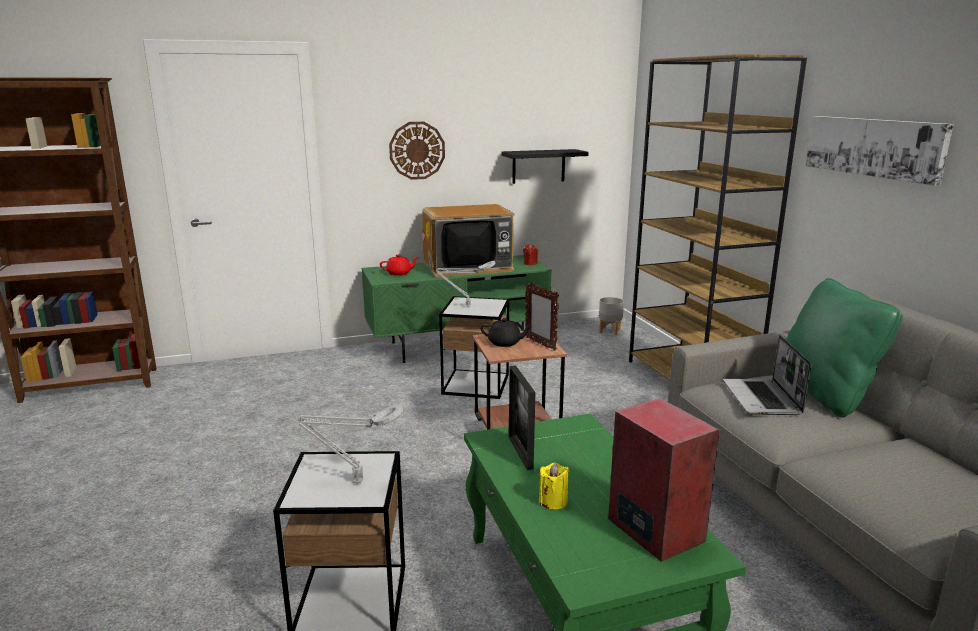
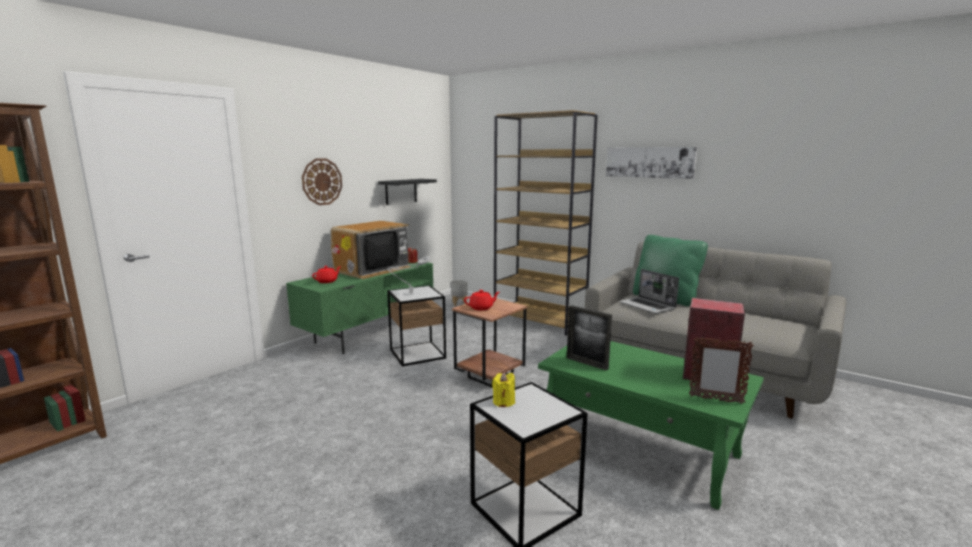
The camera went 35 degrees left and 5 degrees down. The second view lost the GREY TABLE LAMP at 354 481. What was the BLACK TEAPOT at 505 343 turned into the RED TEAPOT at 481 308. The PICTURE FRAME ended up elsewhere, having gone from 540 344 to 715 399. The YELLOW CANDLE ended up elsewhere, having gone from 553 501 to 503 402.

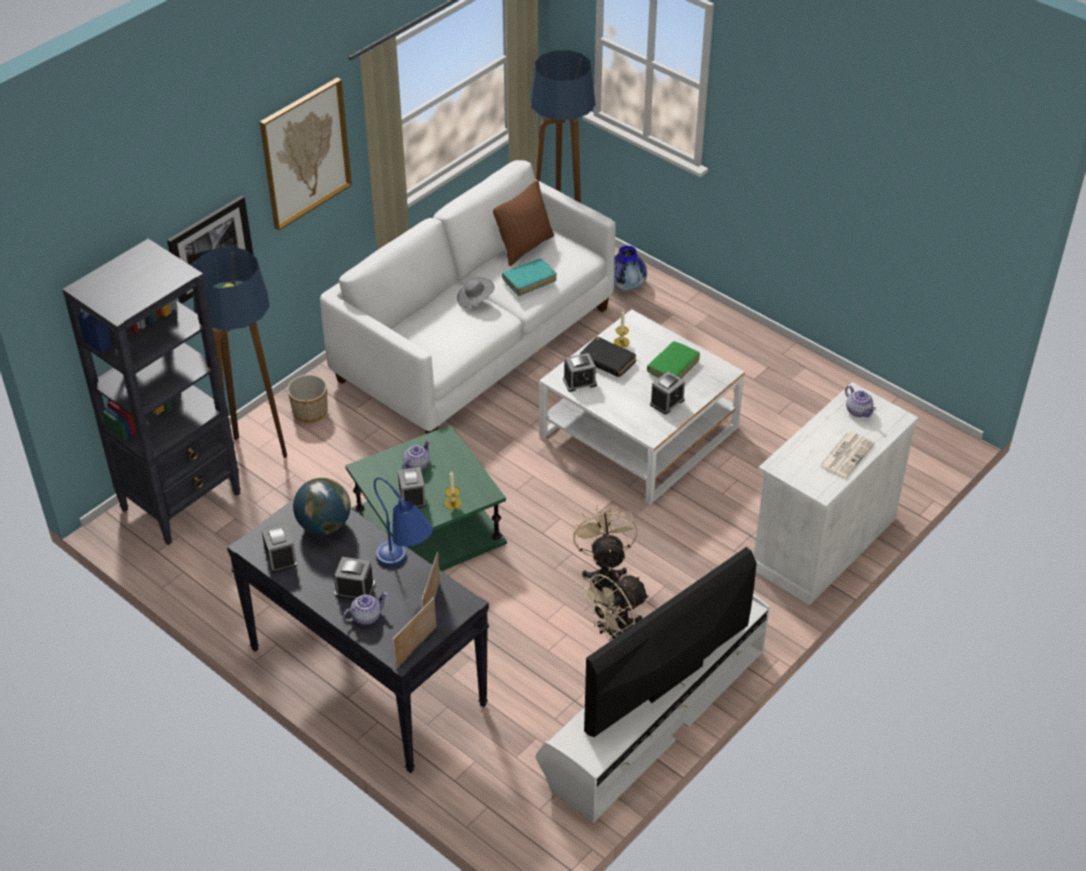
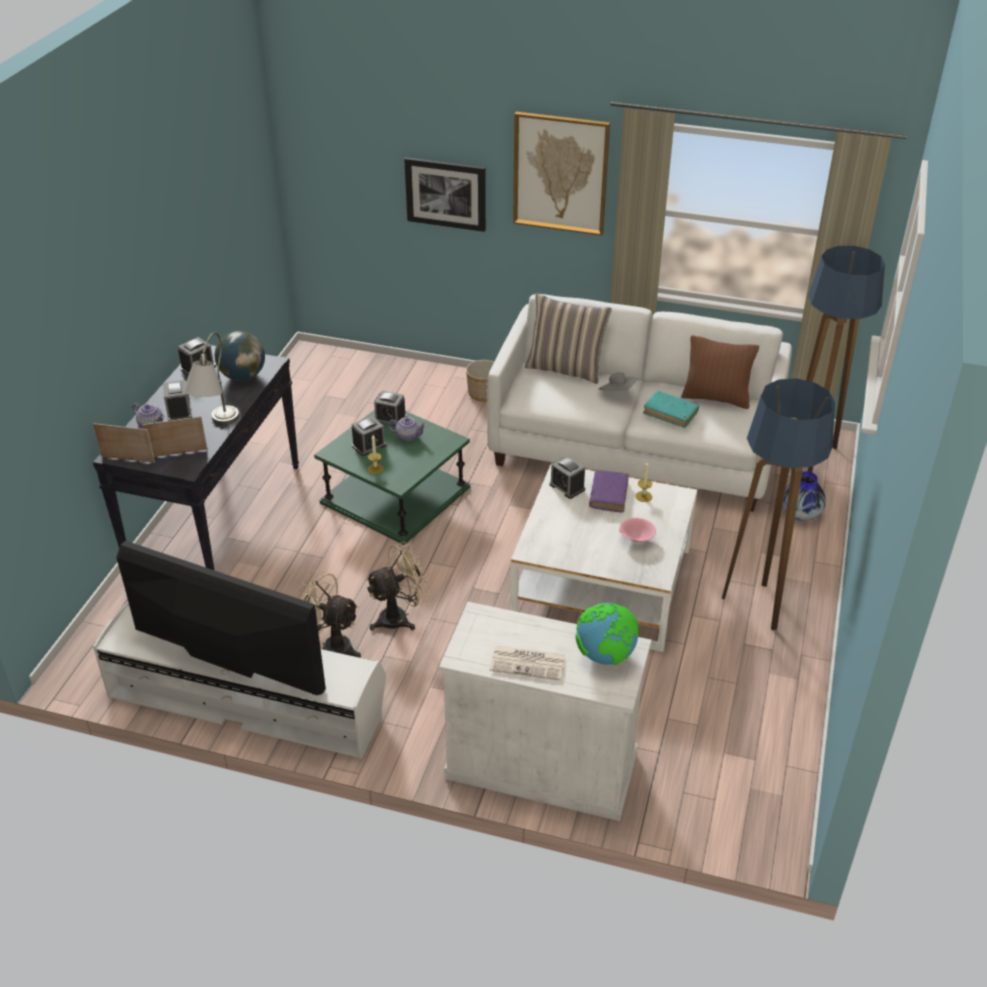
The camera went 65 degrees right and 5 degrees down. The second view lost the BLACK BOOKCASE at 182 501. The FLOOR LAMP ended up elsewhere, having gone from 256 455 to 757 608. What was the BLUE TABLE LAMP at 405 566 turned into the GREY TABLE LAMP at 216 427. What was the BLACK BOOK at 607 361 turned into the PURPLE BOOK at 608 495. Where the GREEN BOOK stood at 673 367, the PINK BOWL came to stand at 635 539. The ALARM CLOCK ended up elsewhere, having gone from 667 402 to 390 419. Where the TEAPOT stood at 859 411, the GLOBE came to stand at 606 656. The second view gained the PILLOW at 566 369.

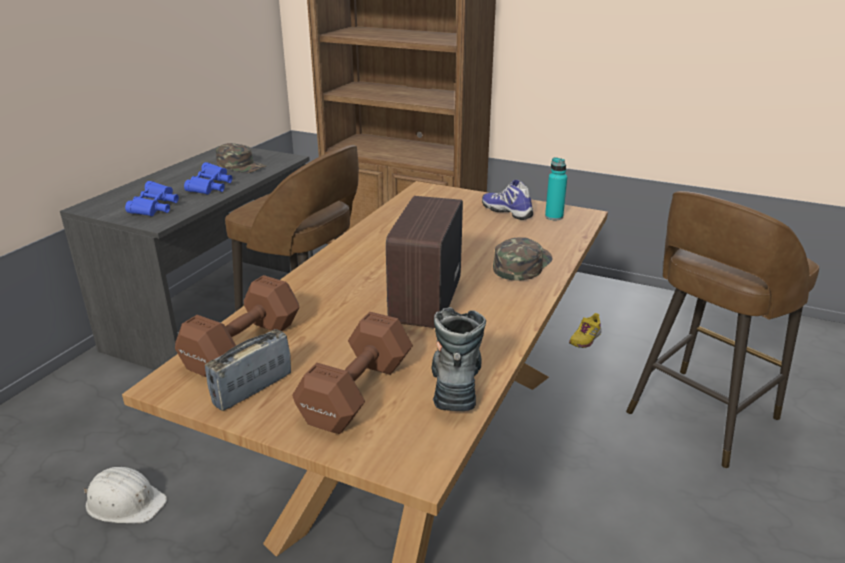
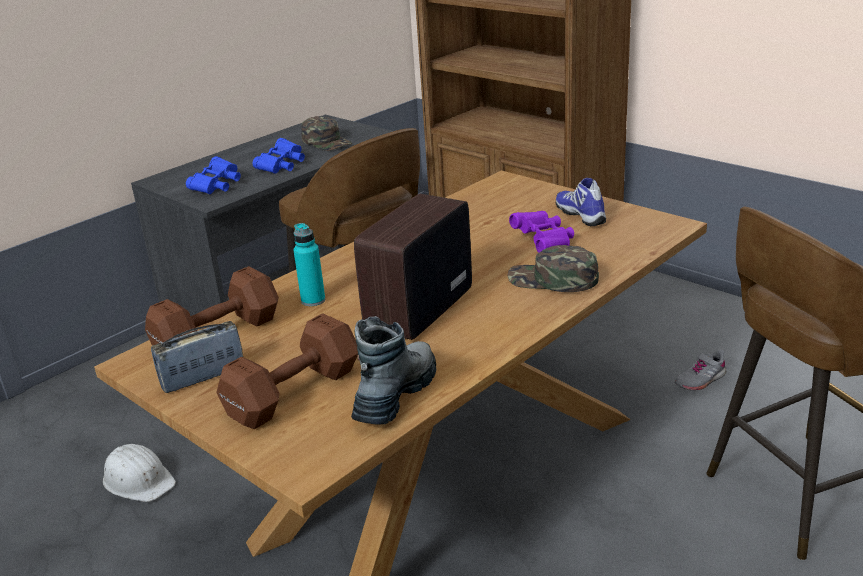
The camera went 20 degrees right and 0 degrees up. The GREEN CAP at 521 265 ended up facing another way, 120 degrees counterclockwise from before. The TURQUOISE BOTTLE ended up elsewhere, having gone from 554 217 to 313 300. What was the YELLOW SHOE at 584 338 turned into the GREY SHOE at 700 380. The second view gained the PURPLE BINOCULARS at 544 242.

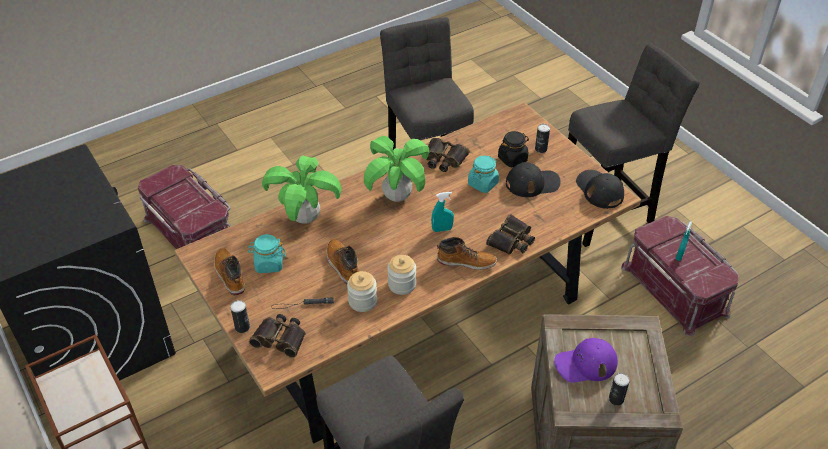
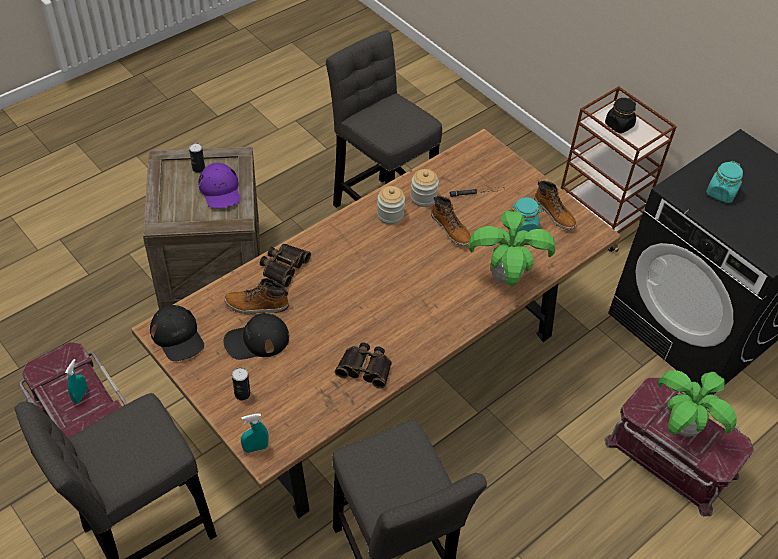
The camera went 170 degrees right and 5 degrees up. The second view lost the CAN at 242 327. The second view lost the BINOCULARS at 281 338. The POTTED PLANT ended up elsewhere, having gone from 397 196 to 683 427. The TURQUOISE SPRAY BOTTLE ended up elsewhere, having gone from 442 229 to 255 448. The BOOT ended up elsewhere, having gone from 466 261 to 257 305. The TURQUOISE JAR ended up elsewhere, having gone from 483 183 to 721 193. The BLACK JAR ended up elsewhere, having gone from 512 159 to 619 125. The PURPLE CAP at 585 364 ended up facing another way, 90 degrees clockwise from before.

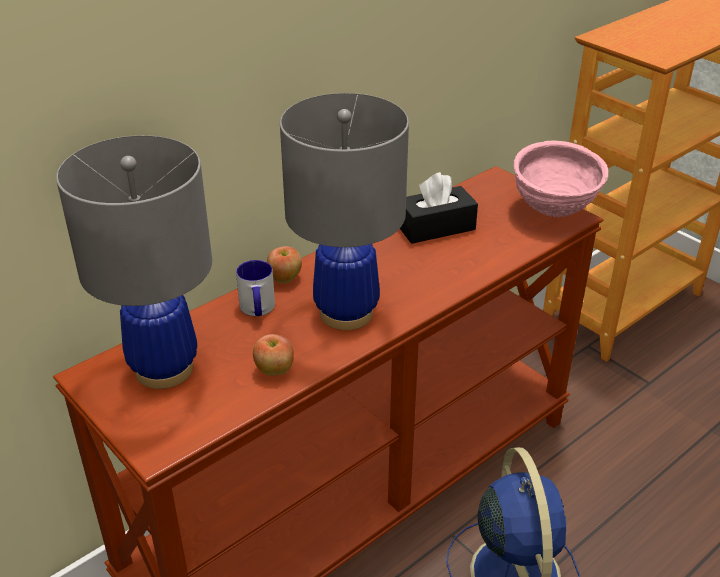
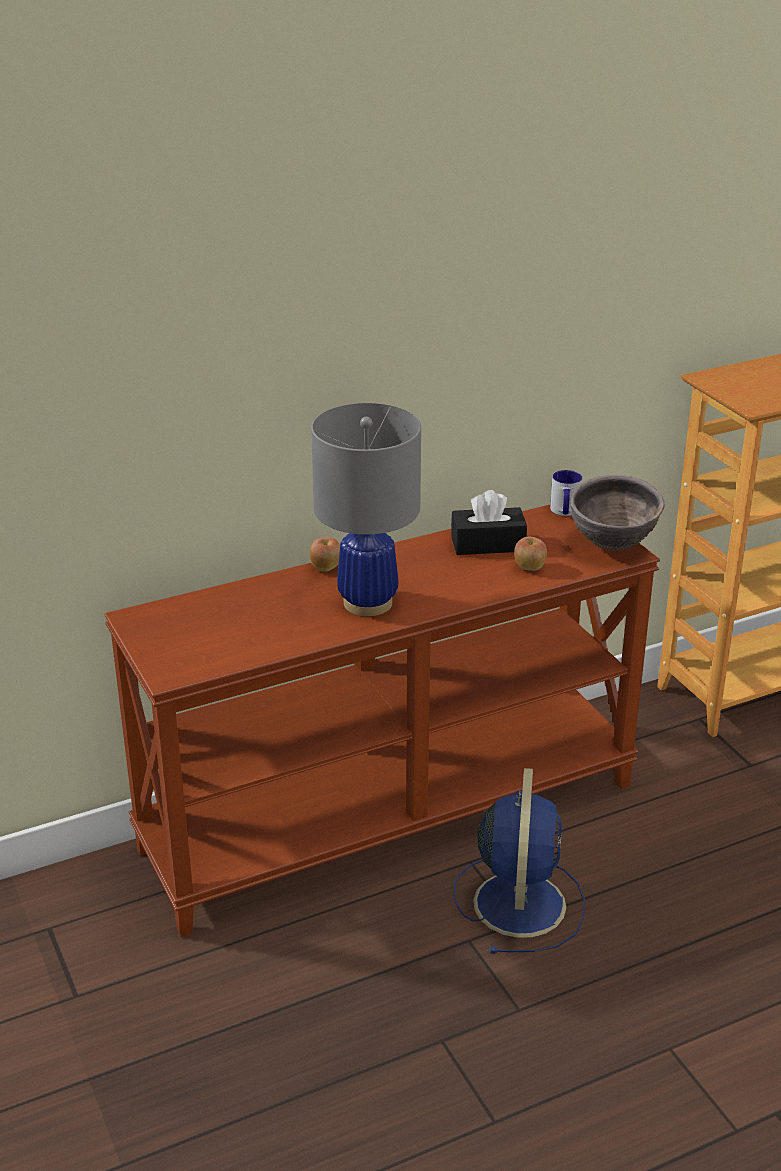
The camera went 15 degrees right and 5 degrees down. The second view lost the GREY TABLE LAMP at 164 369. The MUG ended up elsewhere, having gone from 257 310 to 565 512. The APPLE ended up elsewhere, having gone from 274 370 to 529 568. What was the PINK BOWL at 553 212 turned into the BROWN BOWL at 612 546.

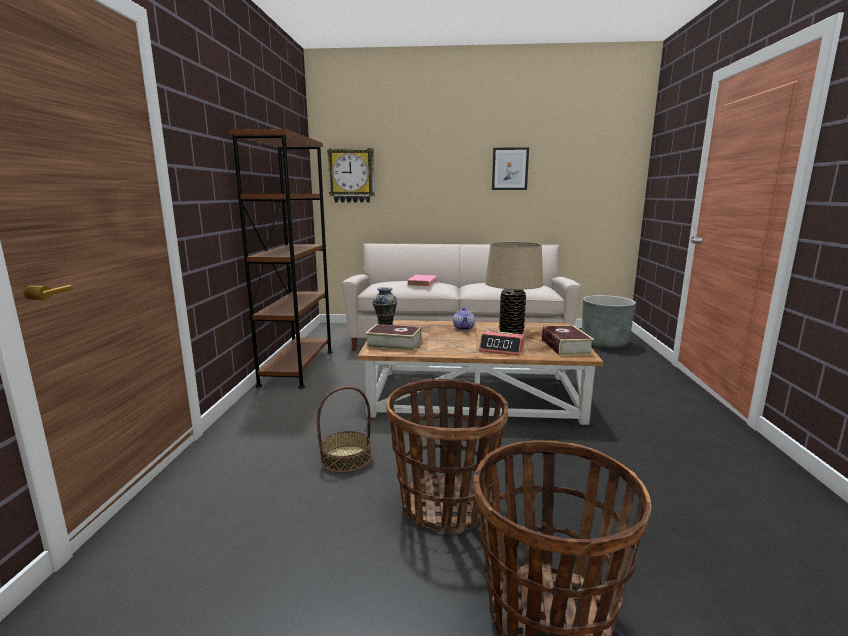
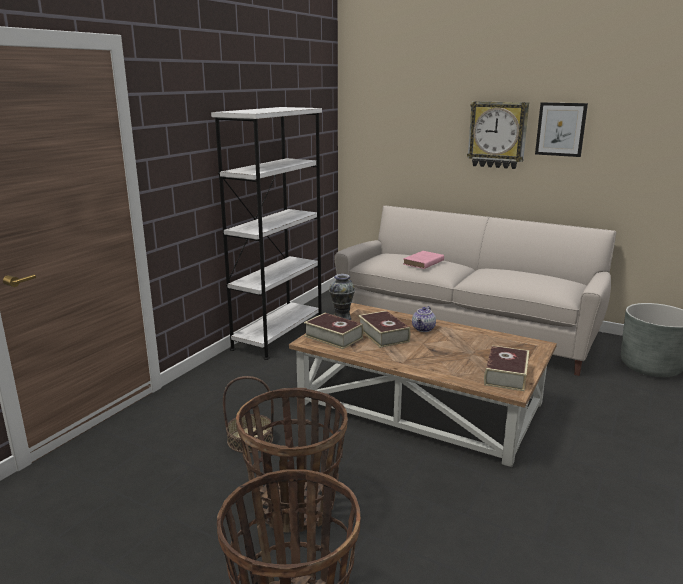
The camera went 25 degrees right and 5 degrees up. What was the BROWN BOOKCASE at 297 367 turned into the WHITE BOOKCASE at 278 335. The WALL CLOCK ended up elsewhere, having gone from 352 176 to 497 135. The second view lost the ALARM CLOCK at 502 349. The second view lost the BEIGE TABLE LAMP at 511 332. The second view gained the BOOK at 383 335.

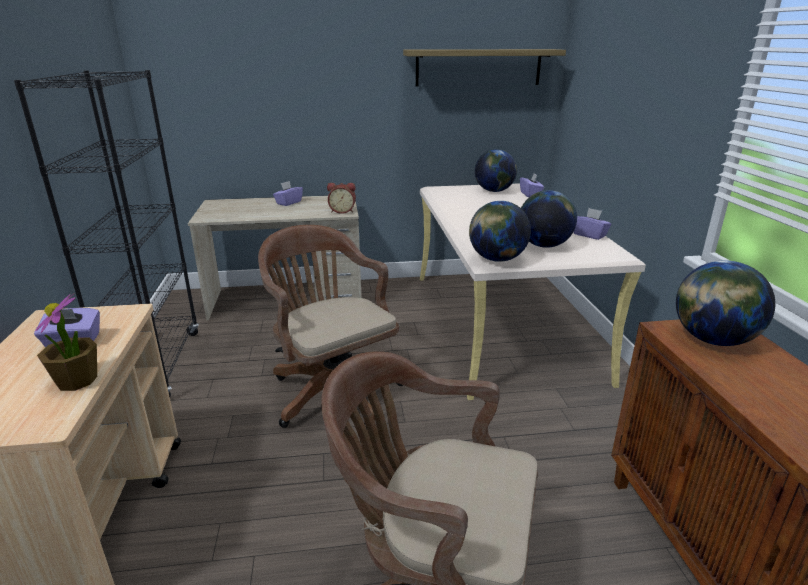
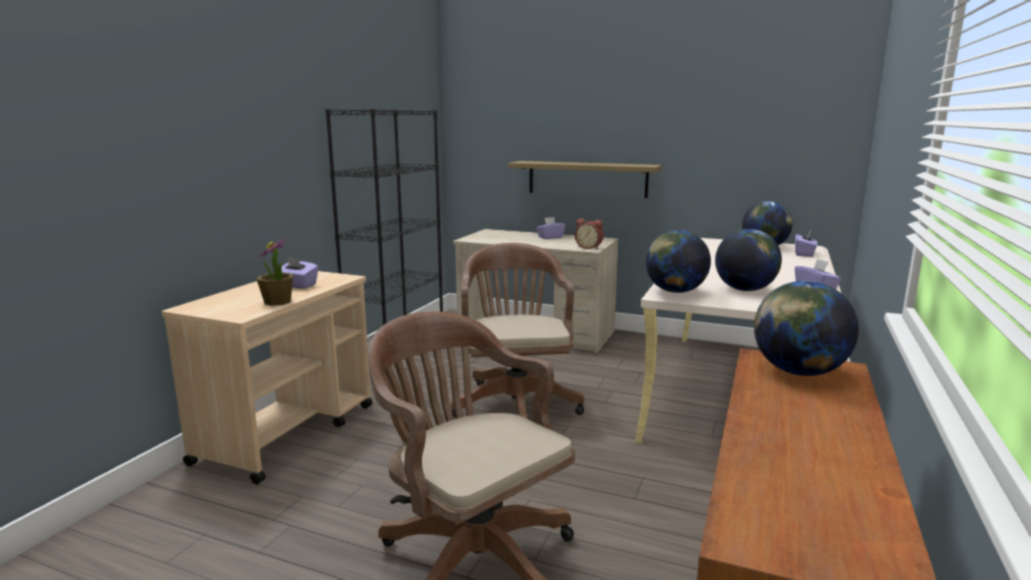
The camera went 30 degrees right and 10 degrees down. The SHELF ended up elsewhere, having gone from 478 67 to 587 179.

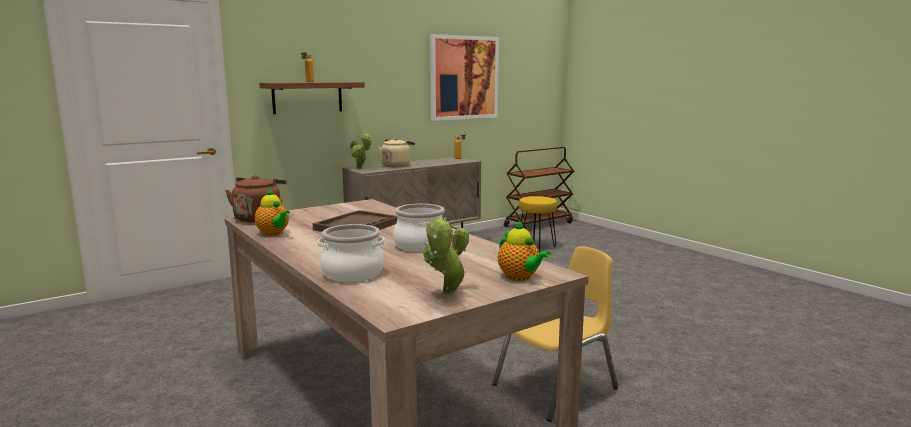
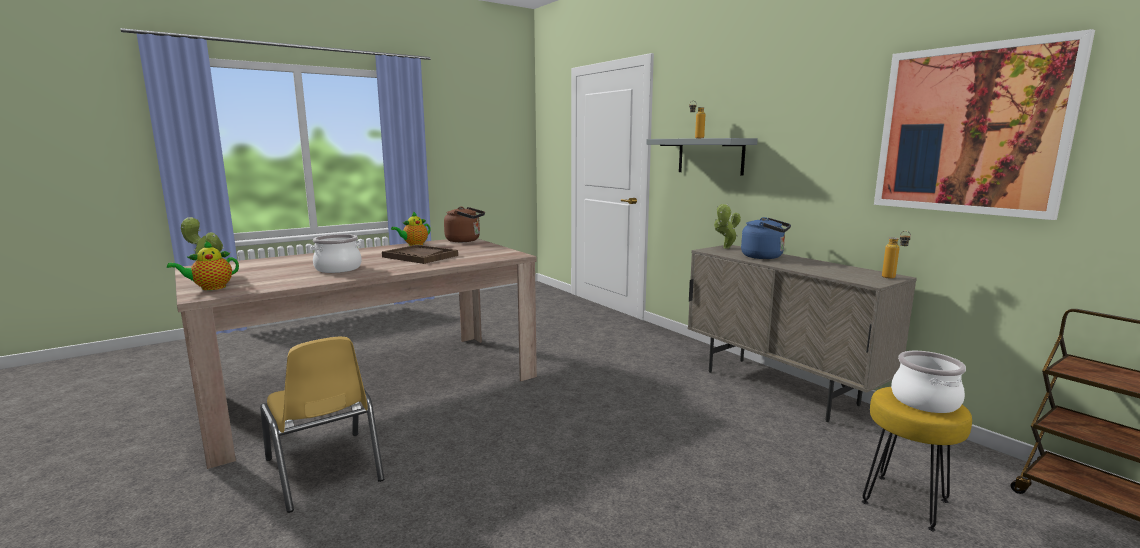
The camera went 90 degrees right and 0 degrees up. What was the BROWN SHELF at 307 97 turned into the GREY SHELF at 710 156. The COOKING POT ended up elsewhere, having gone from 352 274 to 924 401. What was the BEIGE KETTLE at 396 165 turned into the BLUE KETTLE at 764 257.

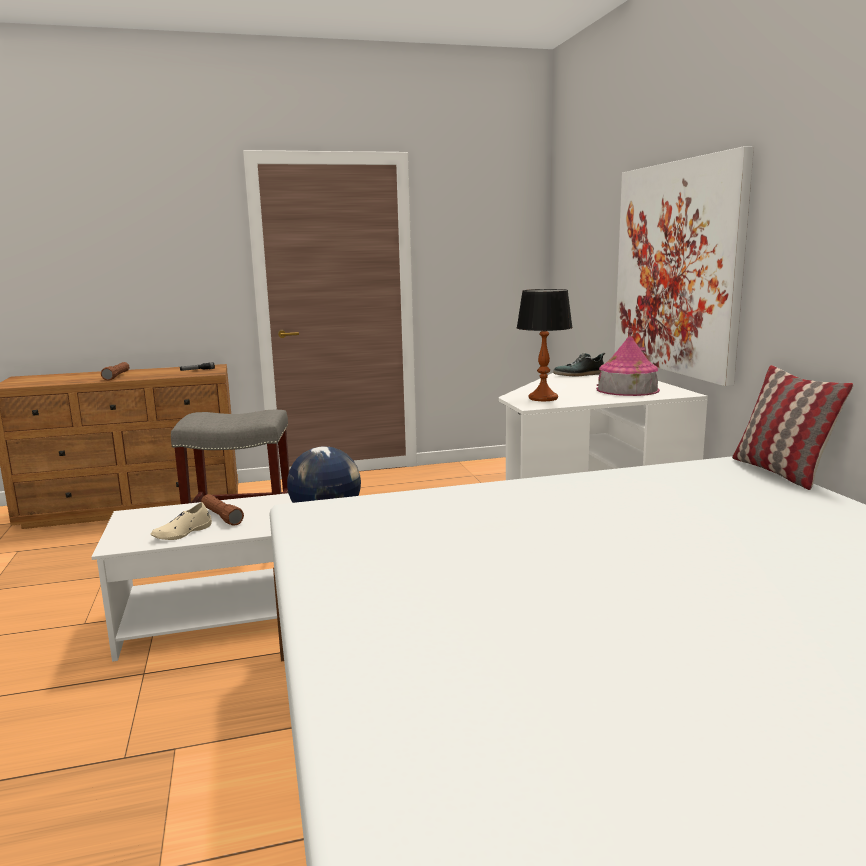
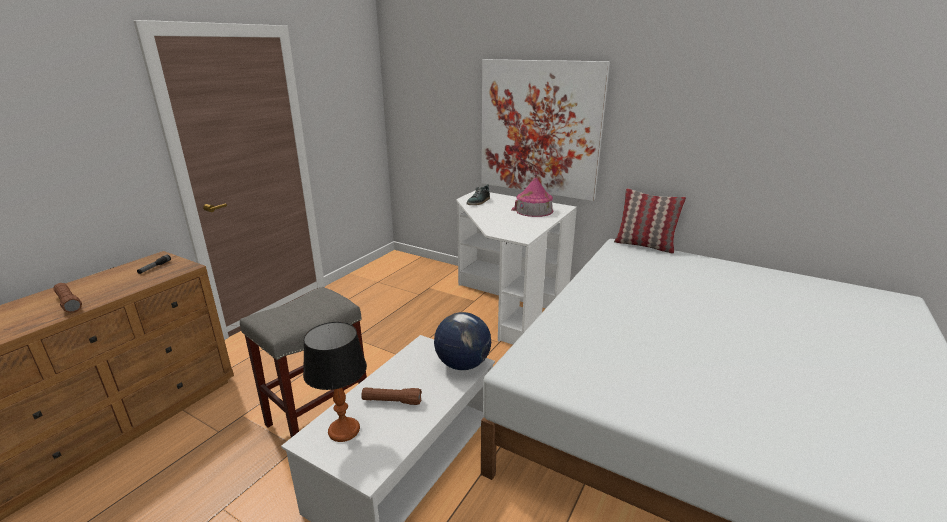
The camera went 45 degrees left and 10 degrees up. The second view lost the BEIGE SHOE at 182 533. The TABLE LAMP ended up elsewhere, having gone from 542 398 to 344 431.

